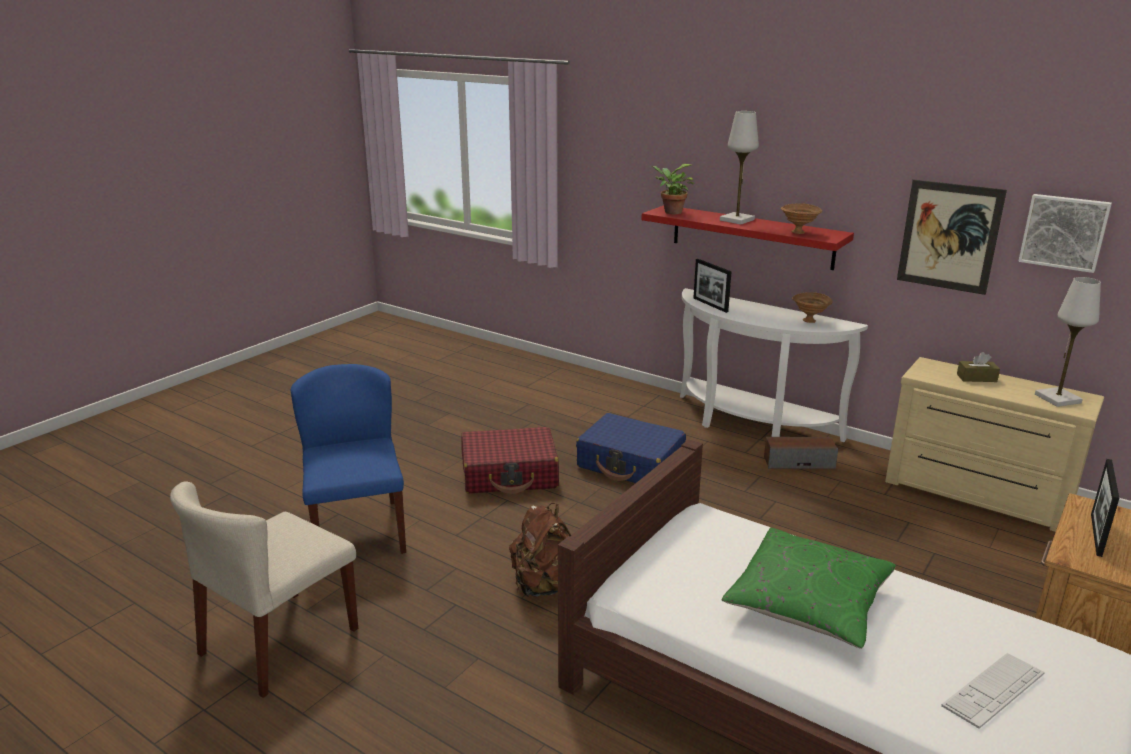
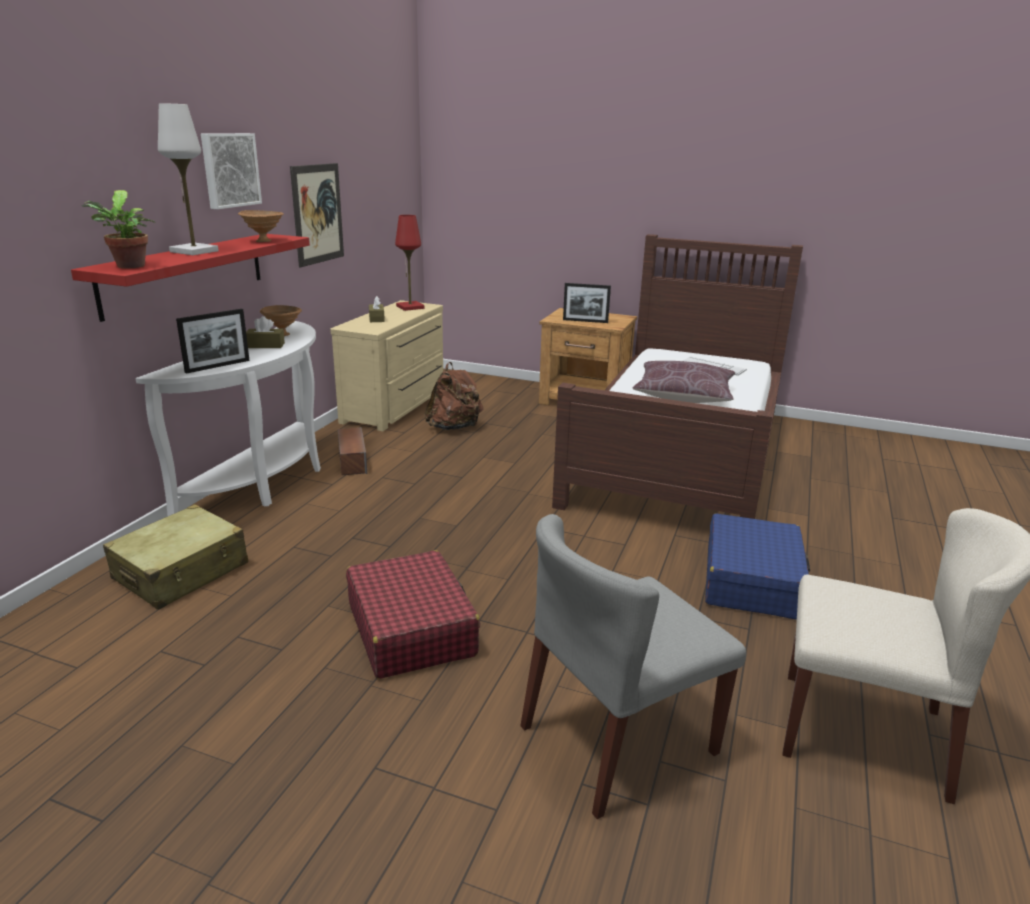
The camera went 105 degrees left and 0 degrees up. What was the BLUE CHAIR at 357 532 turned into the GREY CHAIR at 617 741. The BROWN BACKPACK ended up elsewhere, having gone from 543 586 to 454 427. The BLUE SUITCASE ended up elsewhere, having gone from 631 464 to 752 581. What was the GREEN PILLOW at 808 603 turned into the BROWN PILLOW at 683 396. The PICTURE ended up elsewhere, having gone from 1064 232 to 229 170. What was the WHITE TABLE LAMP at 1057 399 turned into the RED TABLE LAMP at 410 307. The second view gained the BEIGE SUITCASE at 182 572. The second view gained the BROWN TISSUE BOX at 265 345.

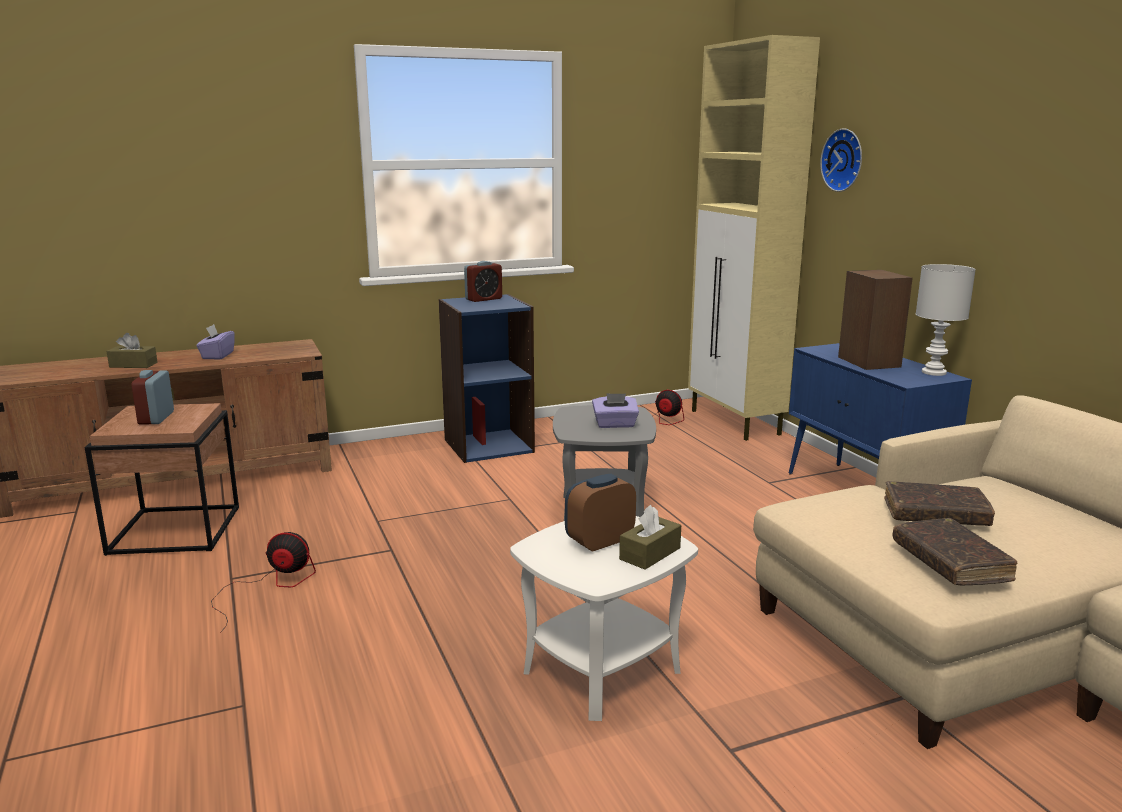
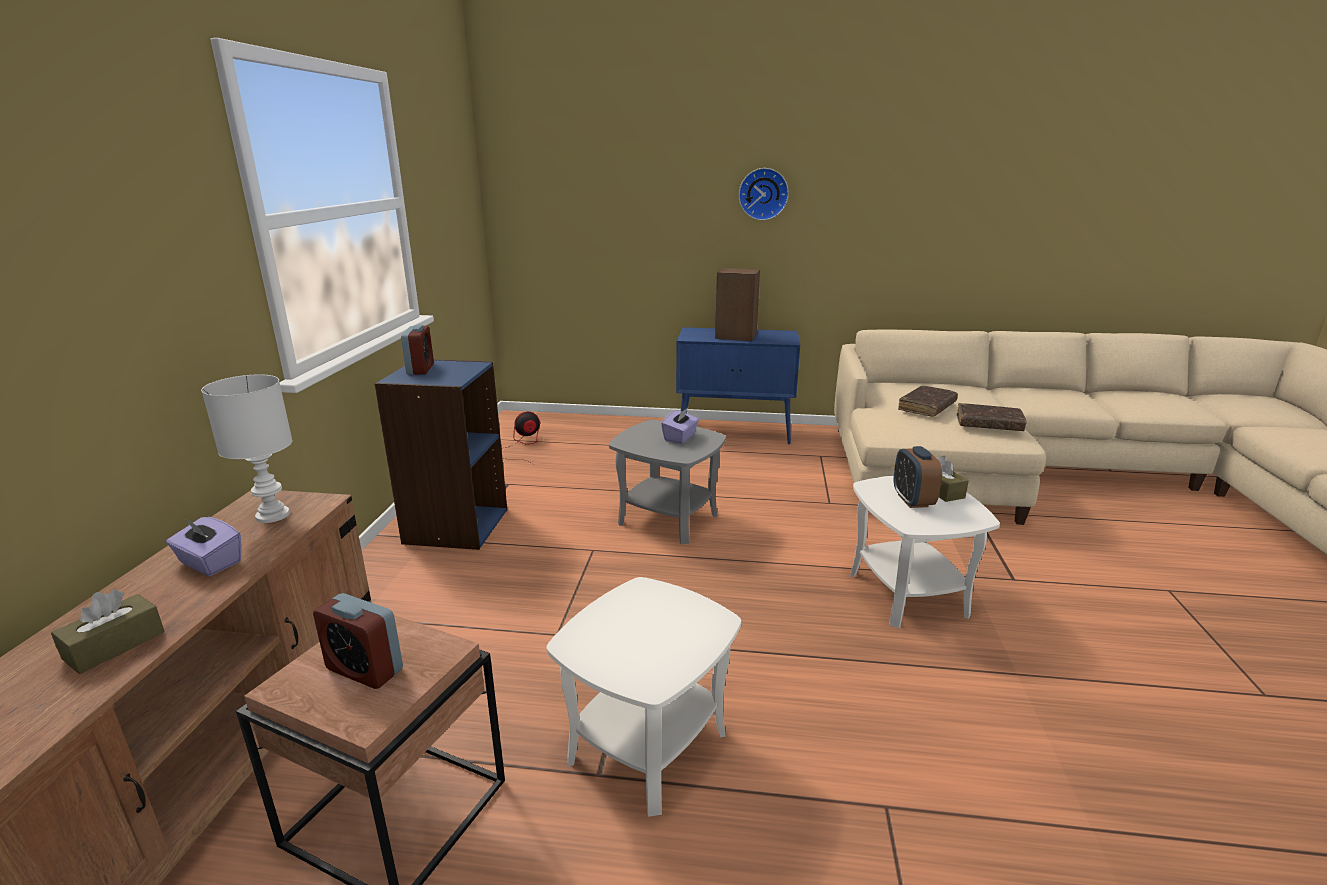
The camera went 60 degrees left and 5 degrees up. Where the FAN stood at 269 587, the WHITE SIDE TABLE came to stand at 647 745. The second view lost the BEIGE CABINET at 735 423. The WALL CLOCK ended up elsewhere, having gone from 844 160 to 763 194. The WHITE TABLE LAMP ended up elsewhere, having gone from 934 372 to 273 515.

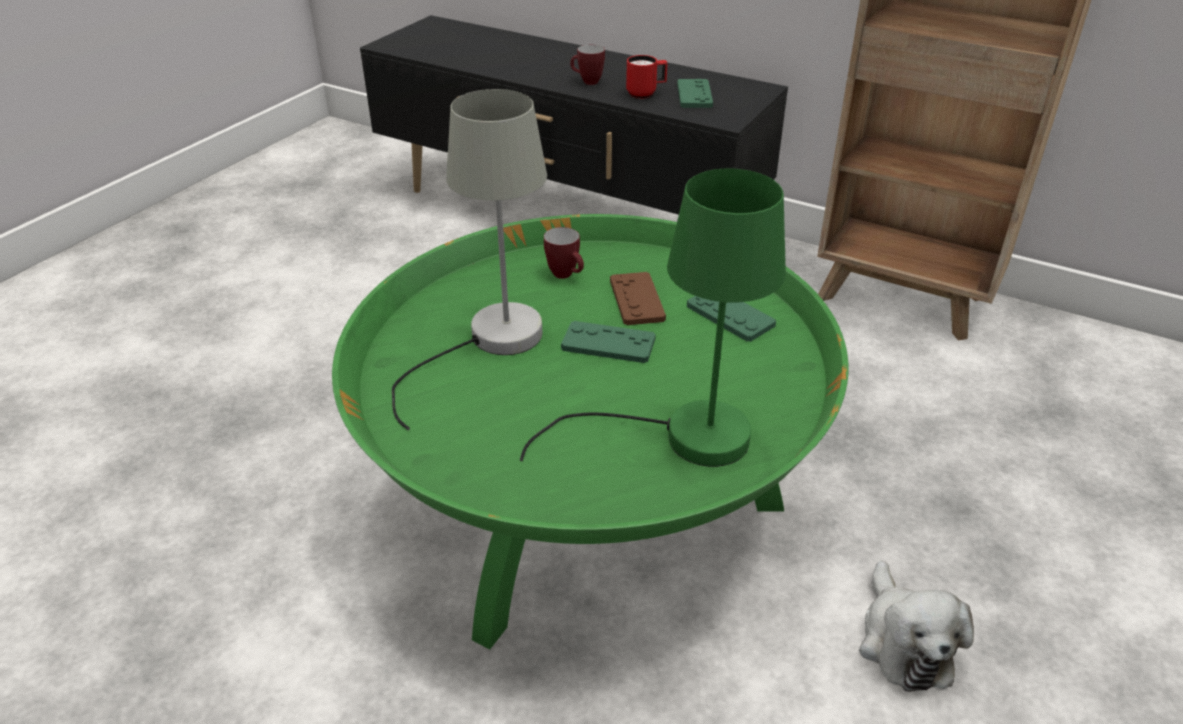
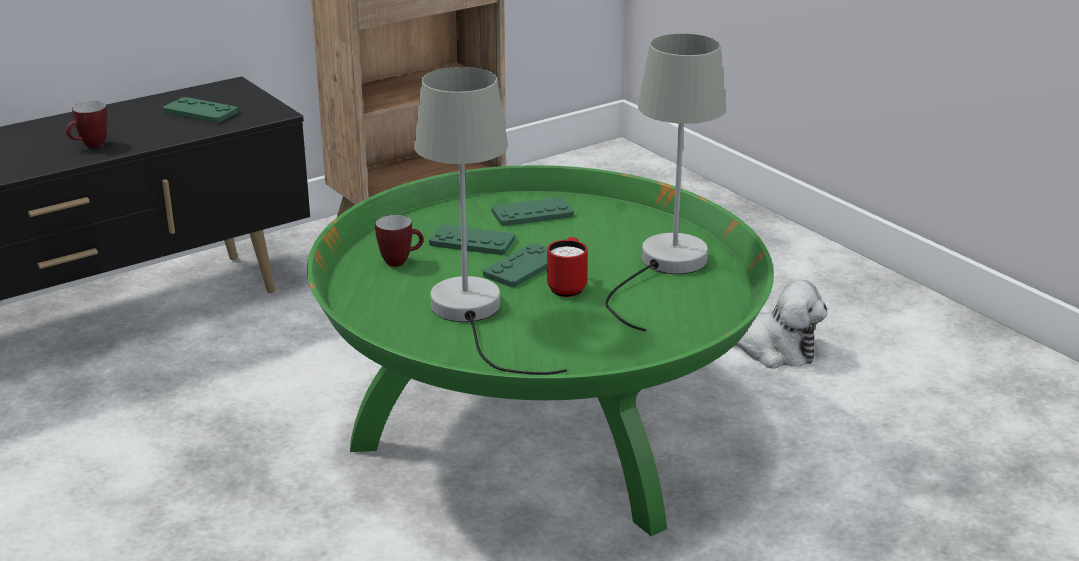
The camera went 65 degrees left and 10 degrees down. What was the GREEN TABLE LAMP at 681 437 turned into the GREY TABLE LAMP at 664 268. What was the BROWN GAME CONTROLLER at 637 300 turned into the GREEN GAME CONTROLLER at 472 242. The RED MUG ended up elsewhere, having gone from 646 93 to 568 286.

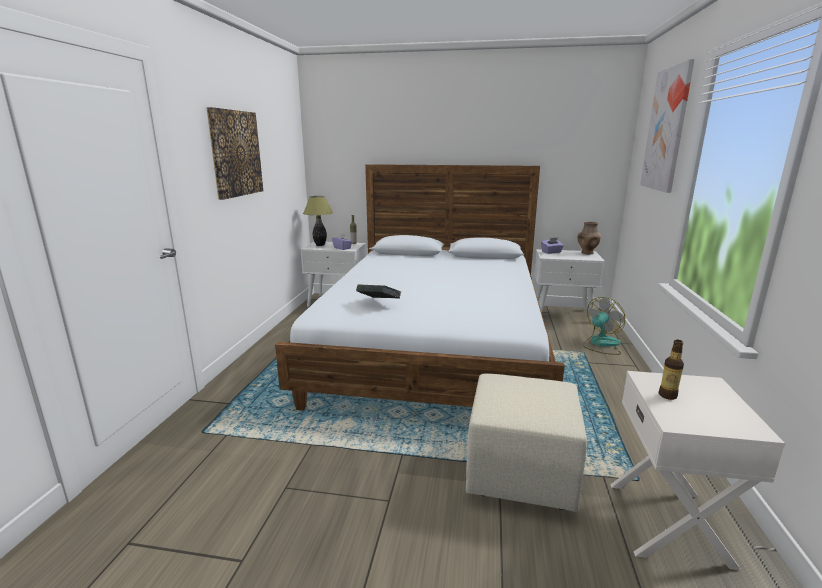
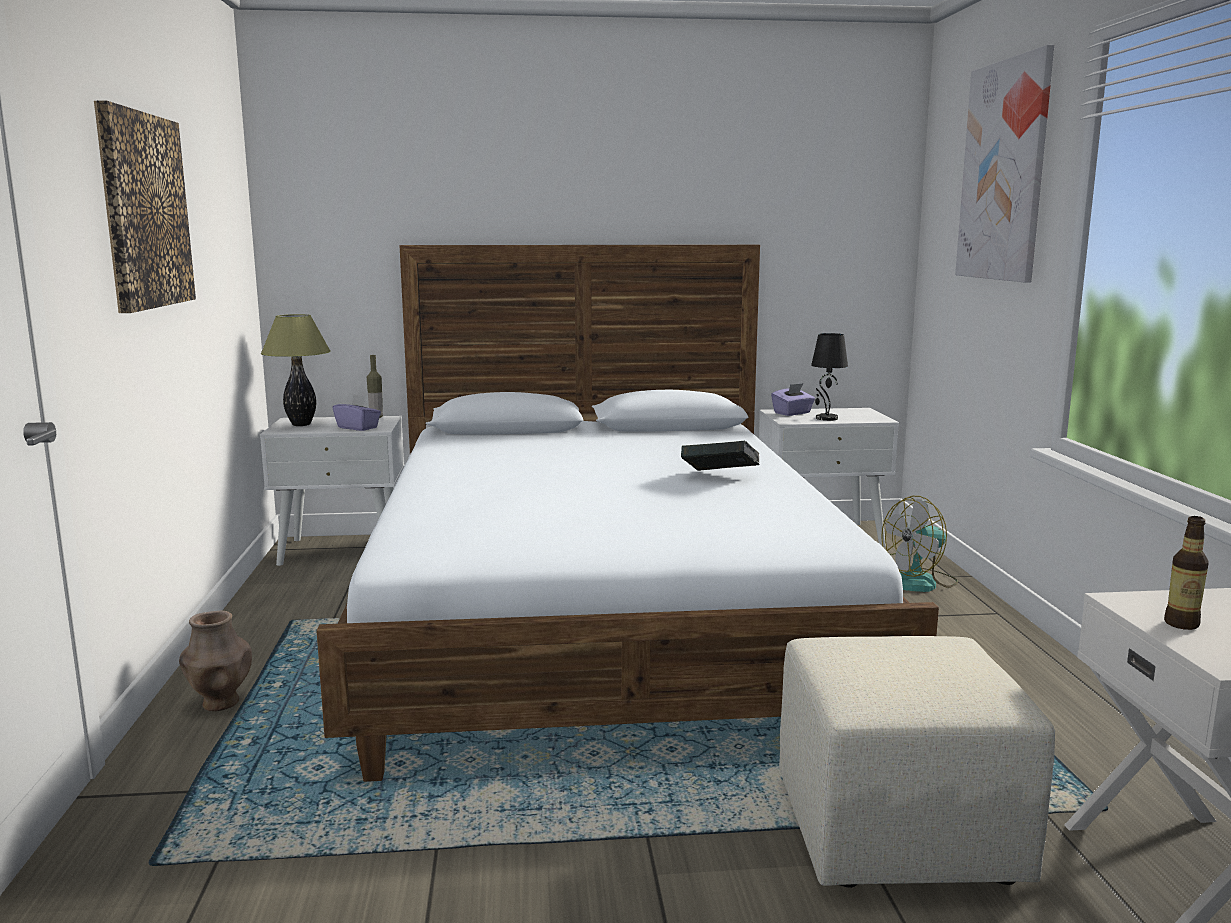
The camera went 15 degrees left and 5 degrees down. The BOOK ended up elsewhere, having gone from 379 303 to 719 477. The BROWN VASE ended up elsewhere, having gone from 587 253 to 220 703. The FAN at 601 344 ended up facing another way, 150 degrees counterclockwise from before. The second view gained the BLACK TABLE LAMP at 826 418.

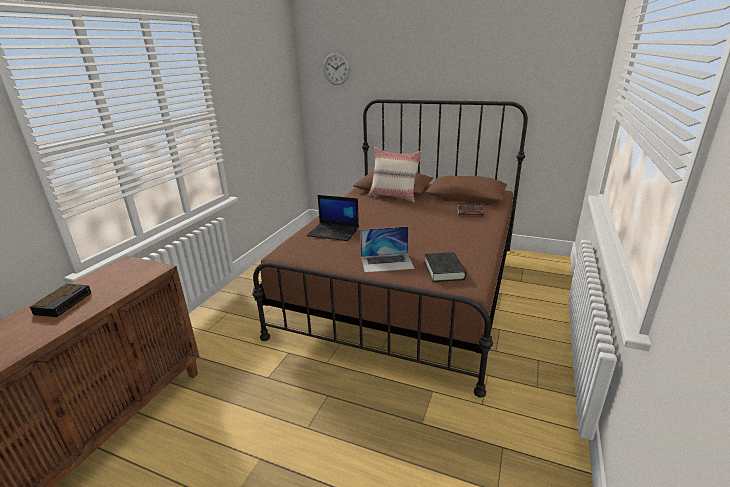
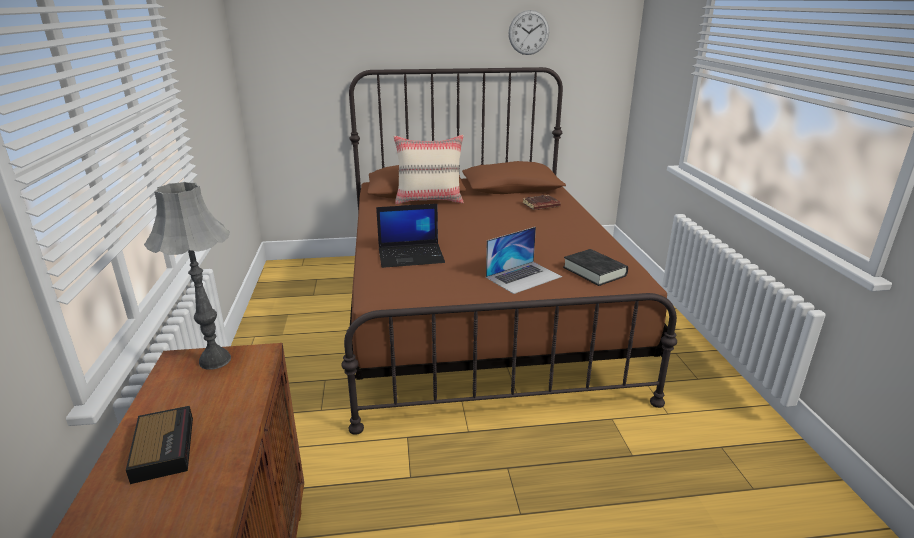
The camera went 30 degrees left and 0 degrees up. The WALL CLOCK ended up elsewhere, having gone from 336 69 to 528 32. The second view gained the GREY TABLE LAMP at 215 361.

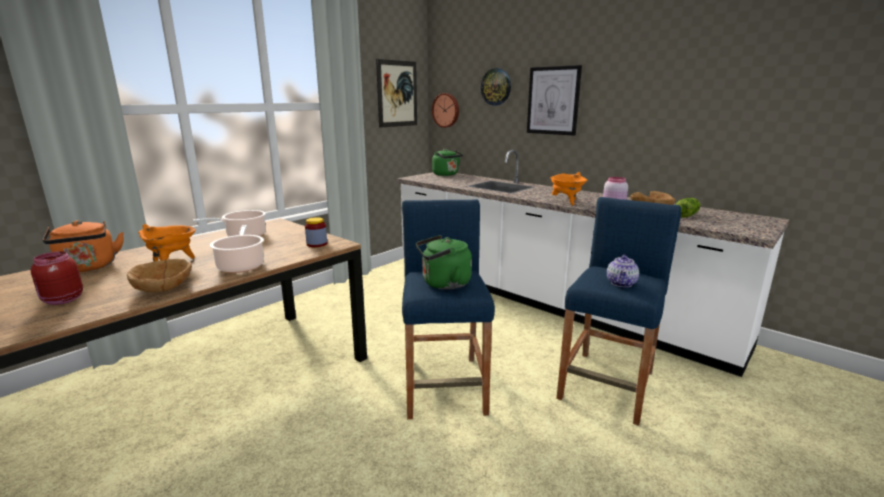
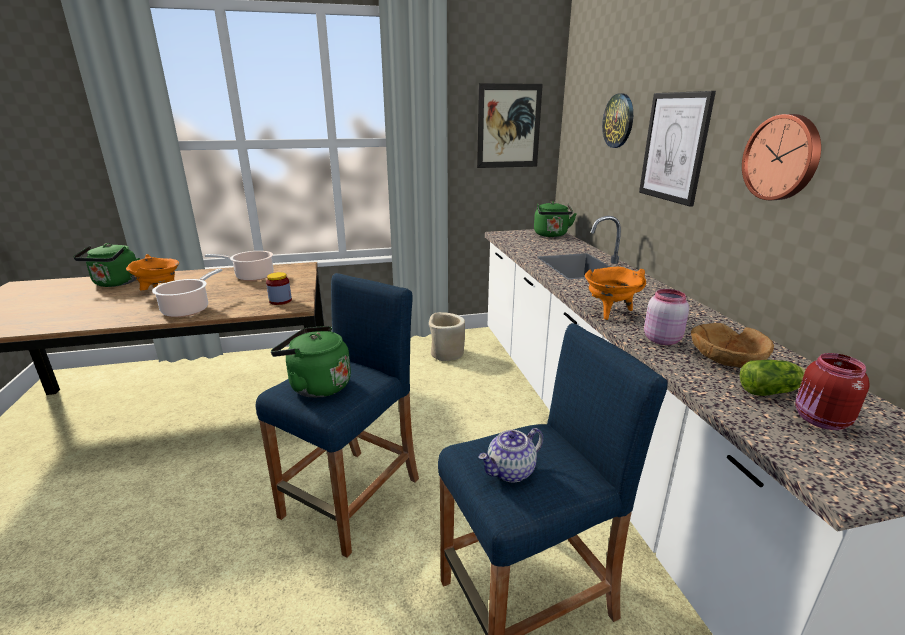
The camera went 35 degrees right and 5 degrees up. The RED JAR ended up elsewhere, having gone from 62 300 to 820 421. What was the ORANGE KETTLE at 88 268 turned into the GREEN KETTLE at 116 283. The second view lost the BROWN BOWL at 163 287. The WALL CLOCK ended up elsewhere, having gone from 446 110 to 782 158. The second view gained the BEIGE PLANTER at 446 354.

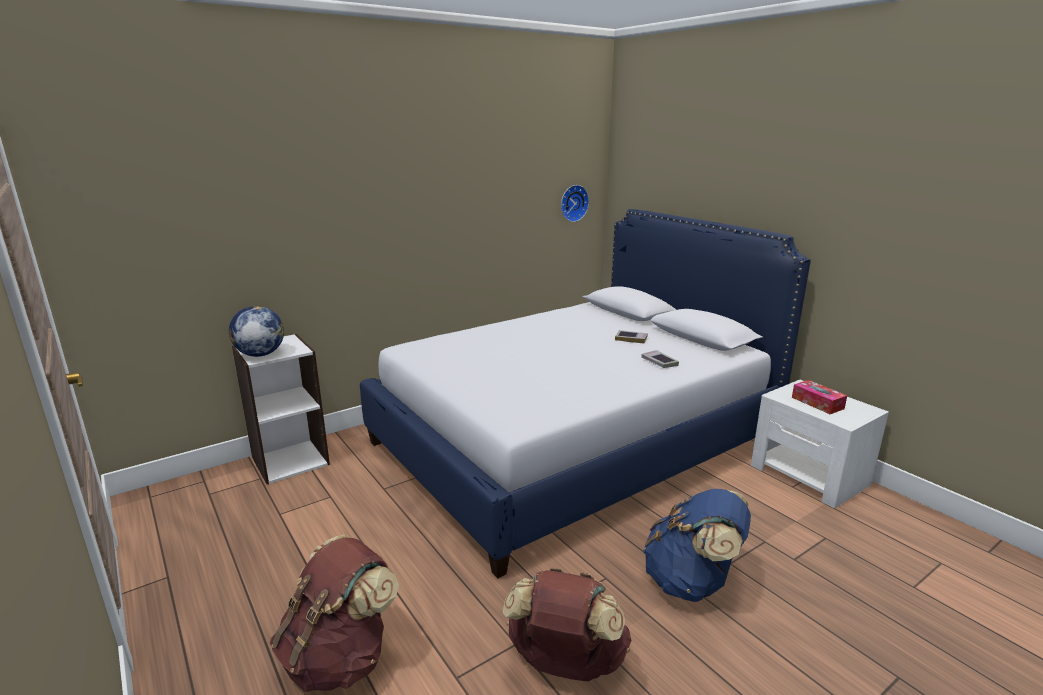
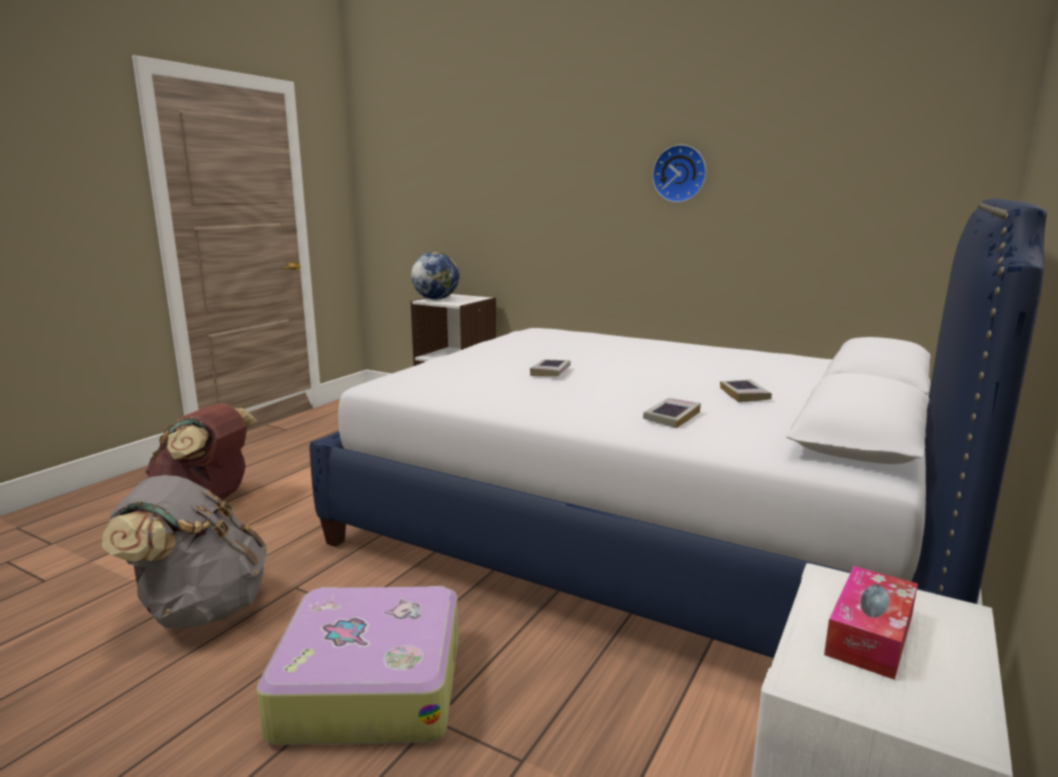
The camera went 65 degrees right and 5 degrees down. What was the BROWN BACKPACK at 565 664 turned into the GREY BACKPACK at 200 610. The WALL CLOCK ended up elsewhere, having gone from 573 203 to 680 173. Where the BLUE BACKPACK stood at 691 582, the SUITCASE came to stand at 369 683. The second view gained the BOOK at 550 372.

